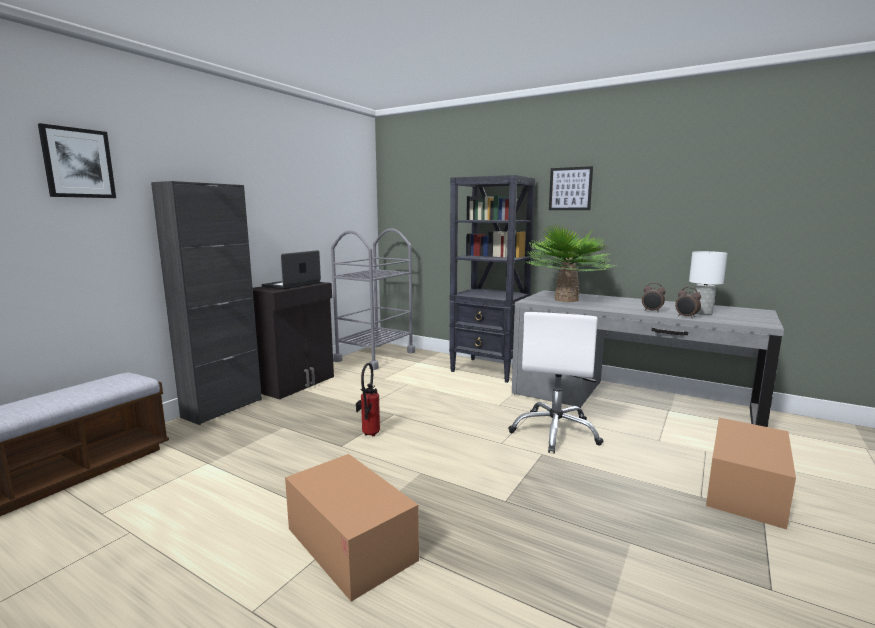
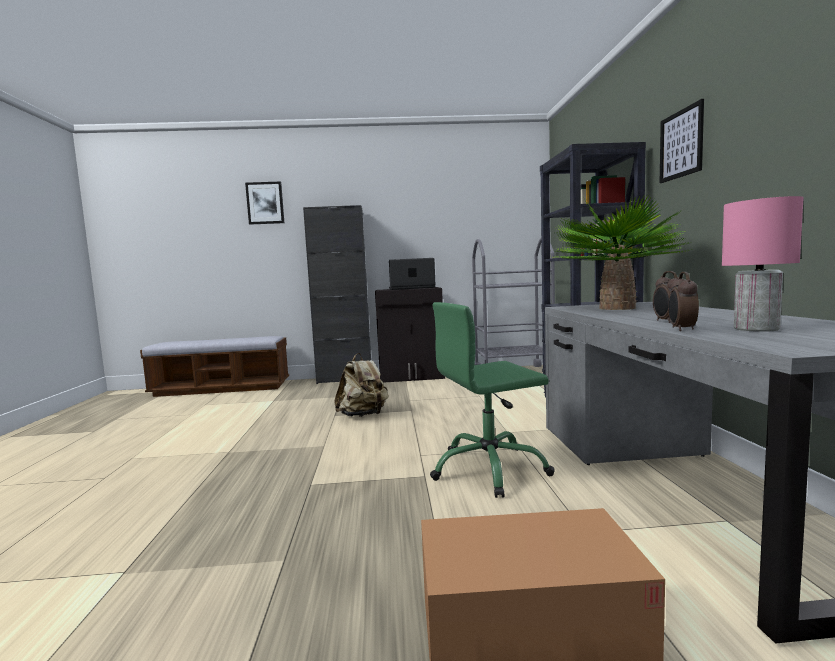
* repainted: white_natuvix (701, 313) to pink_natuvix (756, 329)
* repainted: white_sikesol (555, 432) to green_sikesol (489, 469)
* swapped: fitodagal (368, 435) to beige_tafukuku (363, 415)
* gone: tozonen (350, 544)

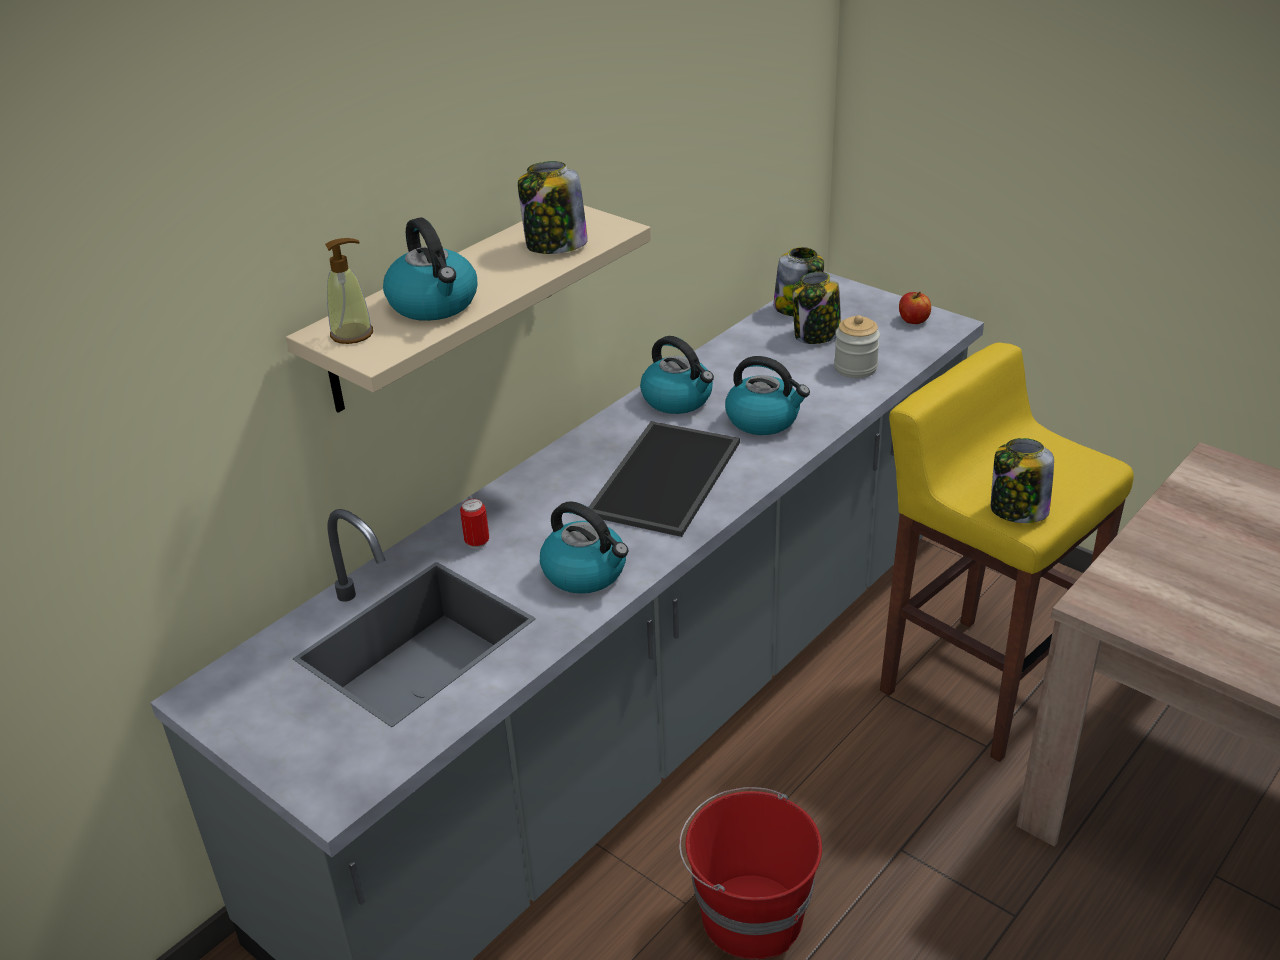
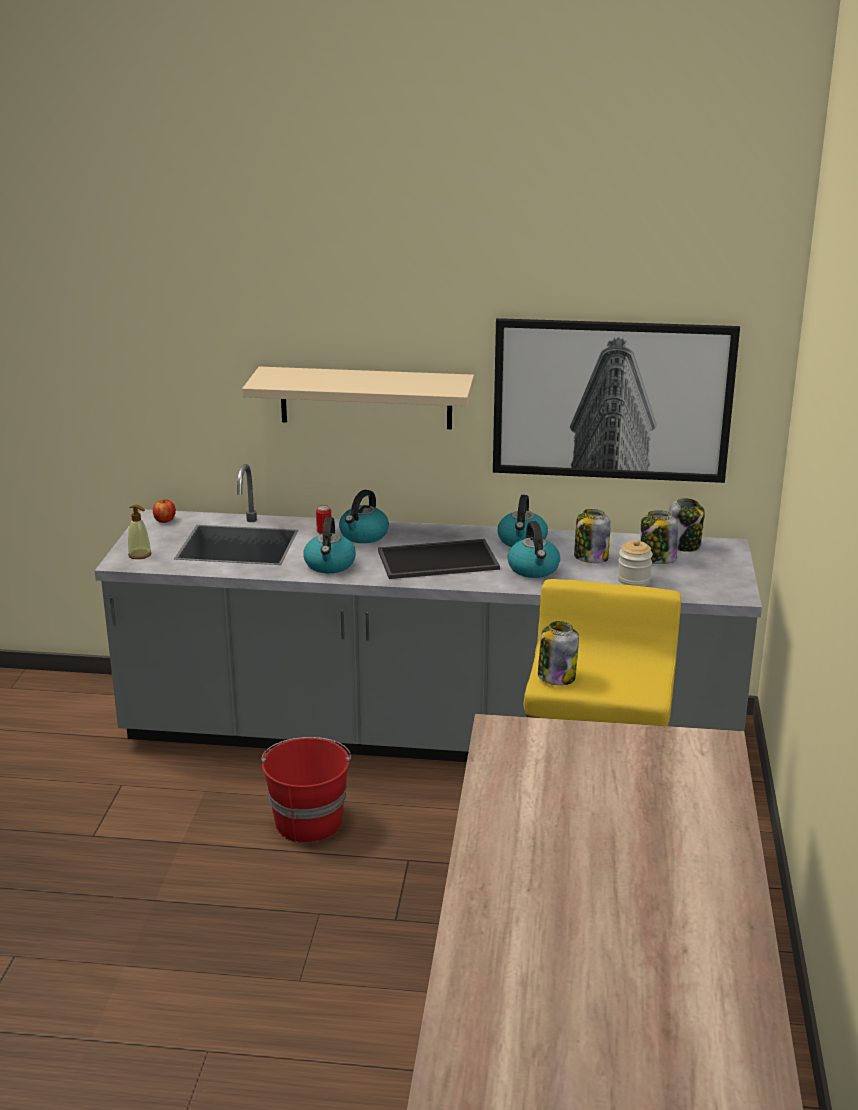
* shifted: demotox (555, 245) to (590, 557)
* shifted: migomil (434, 304) to (363, 535)
* shifted: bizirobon (352, 334) to (140, 555)
* shifted: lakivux (913, 320) to (164, 520)
* new: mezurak (612, 400)

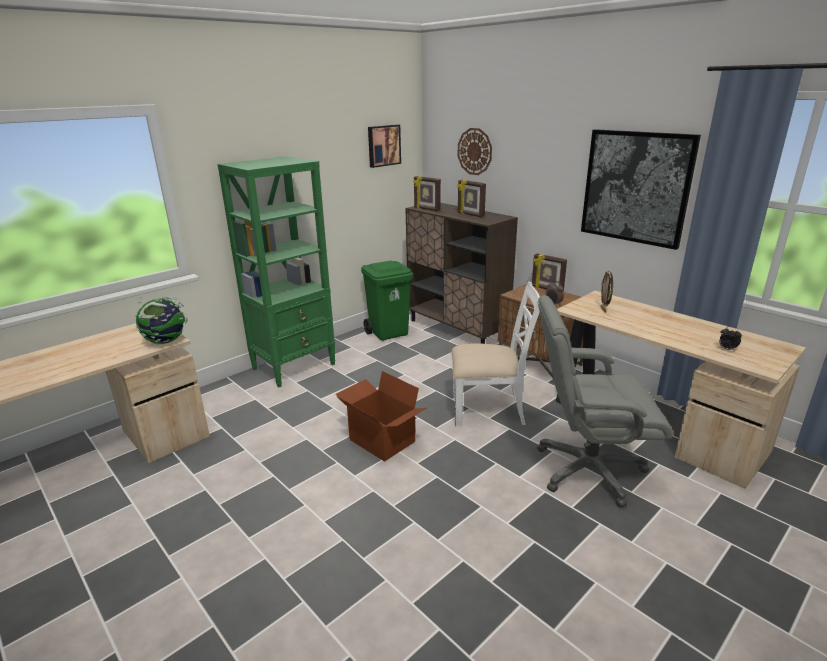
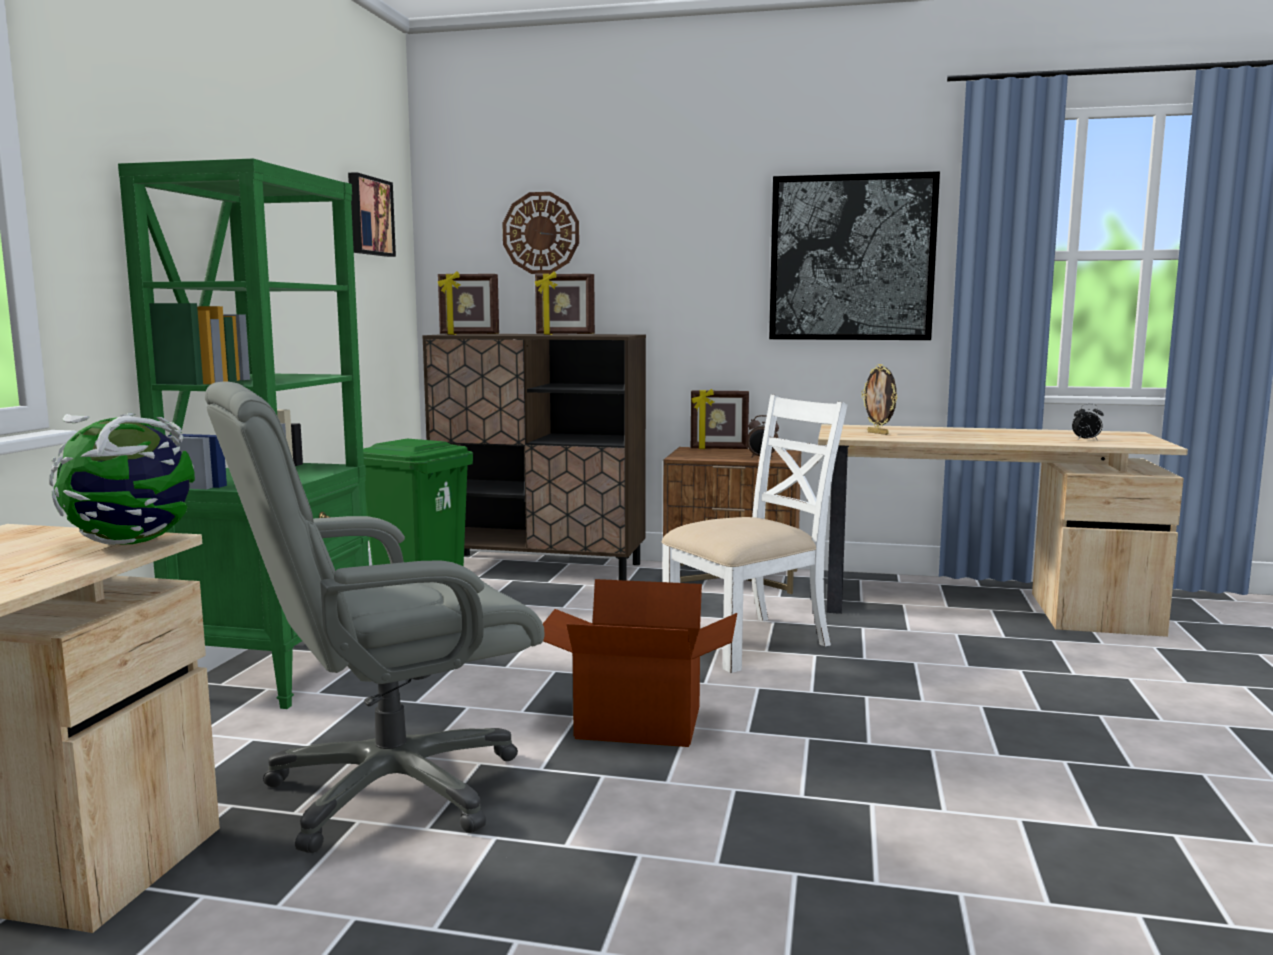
* shifted: grey_sikesol (588, 470) to (390, 789)

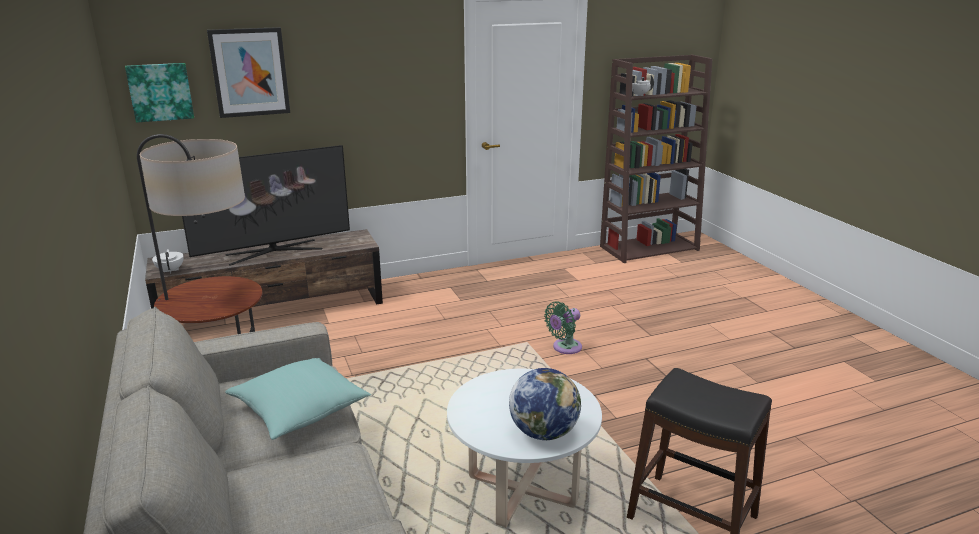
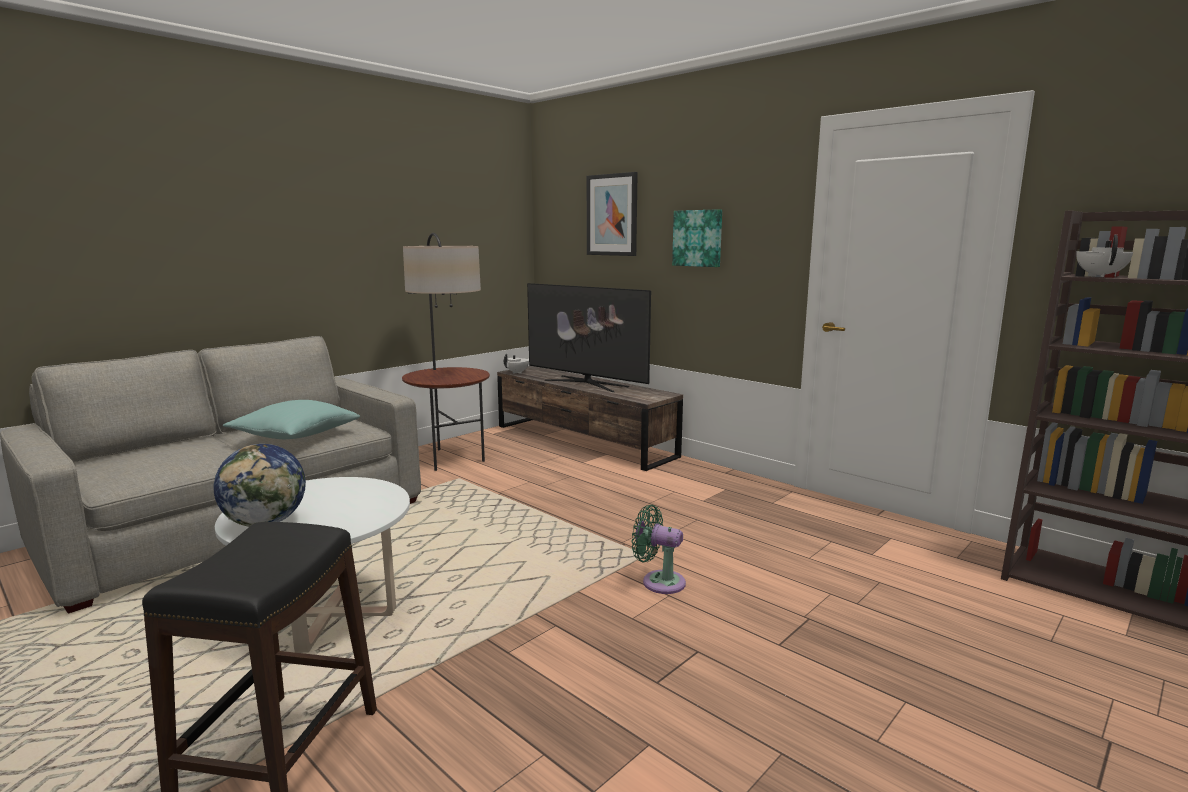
* shifted: mezurak (160, 92) to (698, 238)

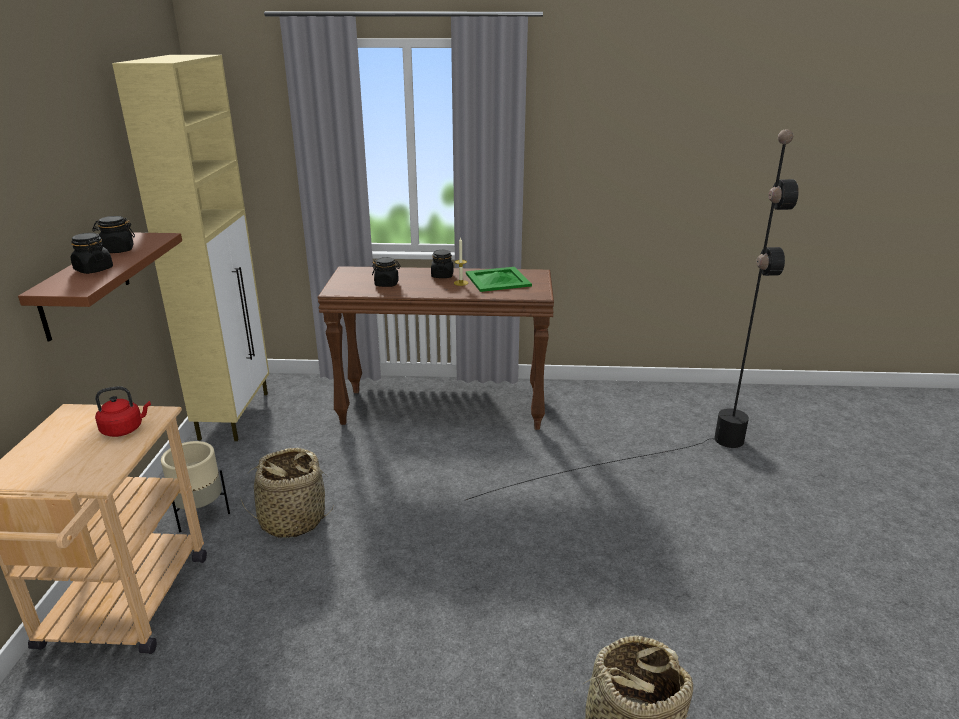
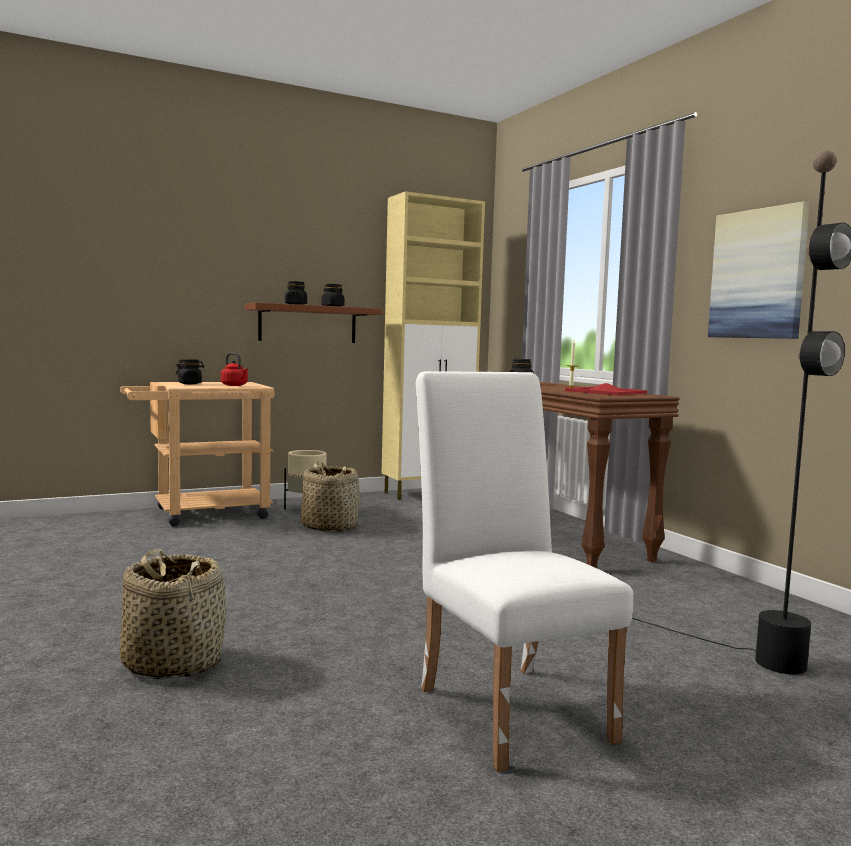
* shifted: black_demotox (442, 275) to (190, 384)
* repainted: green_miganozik (497, 280) to red_miganozik (605, 392)
* new: mezurak (758, 274)
* new: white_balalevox (508, 705)

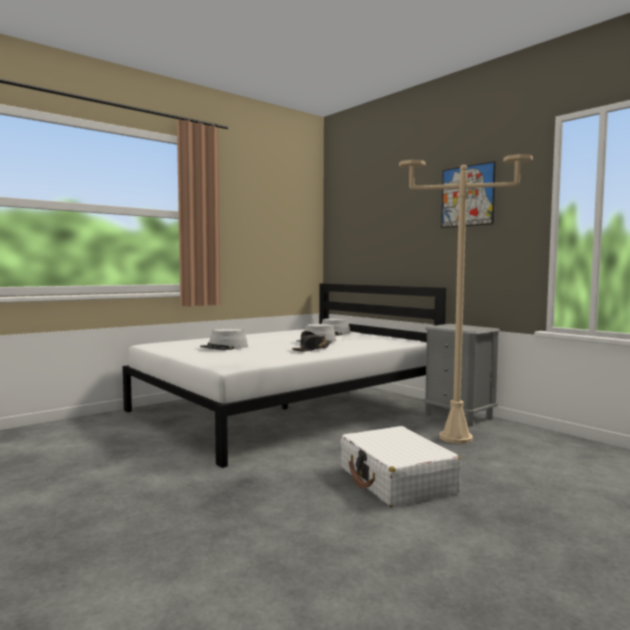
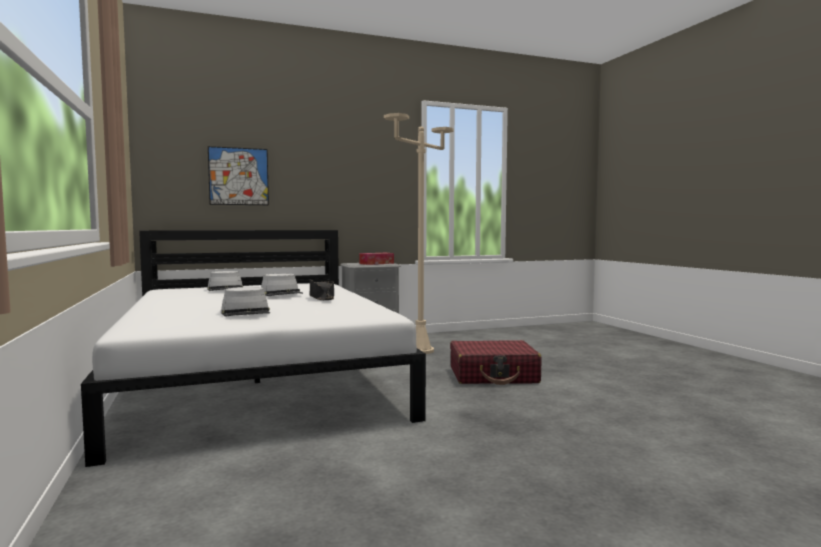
* shifted: mezurak (467, 196) to (238, 176)
* repainted: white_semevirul (396, 480) to red_semevirul (493, 375)
* new: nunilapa (376, 263)

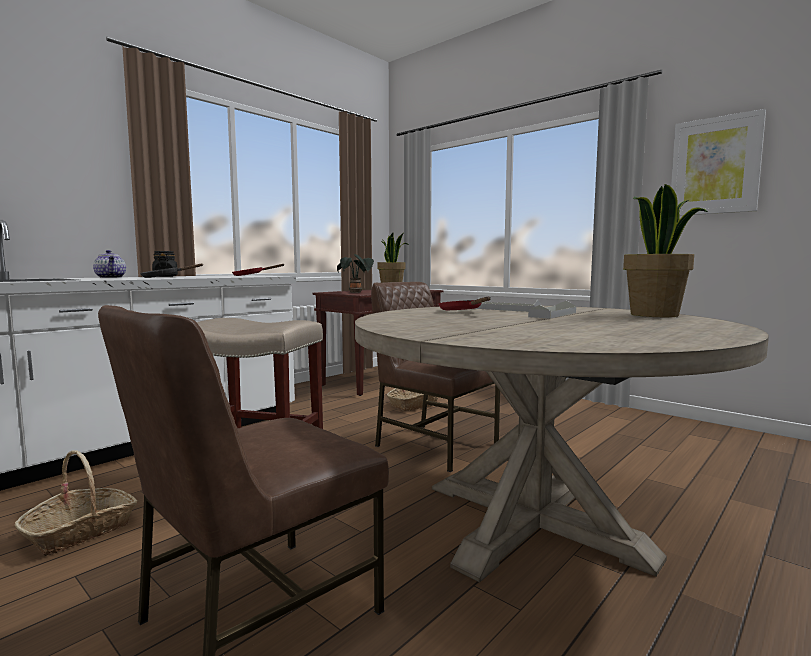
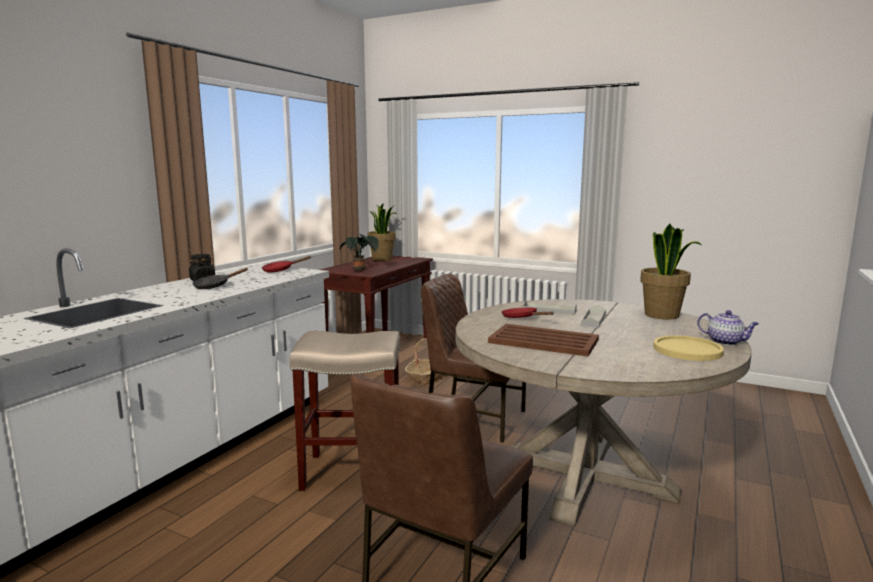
* gone: mezurak (715, 166)
* shifted: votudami (111, 277) to (726, 342)
* gone: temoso (81, 531)
* new: brown_miganozik (542, 341)
* new: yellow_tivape (687, 350)

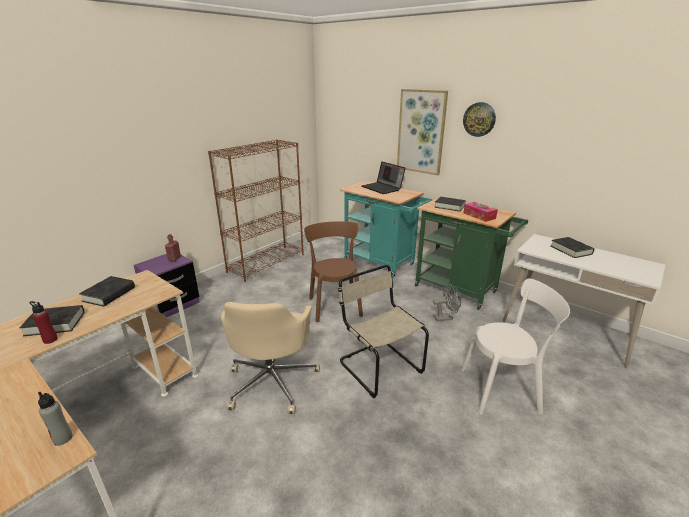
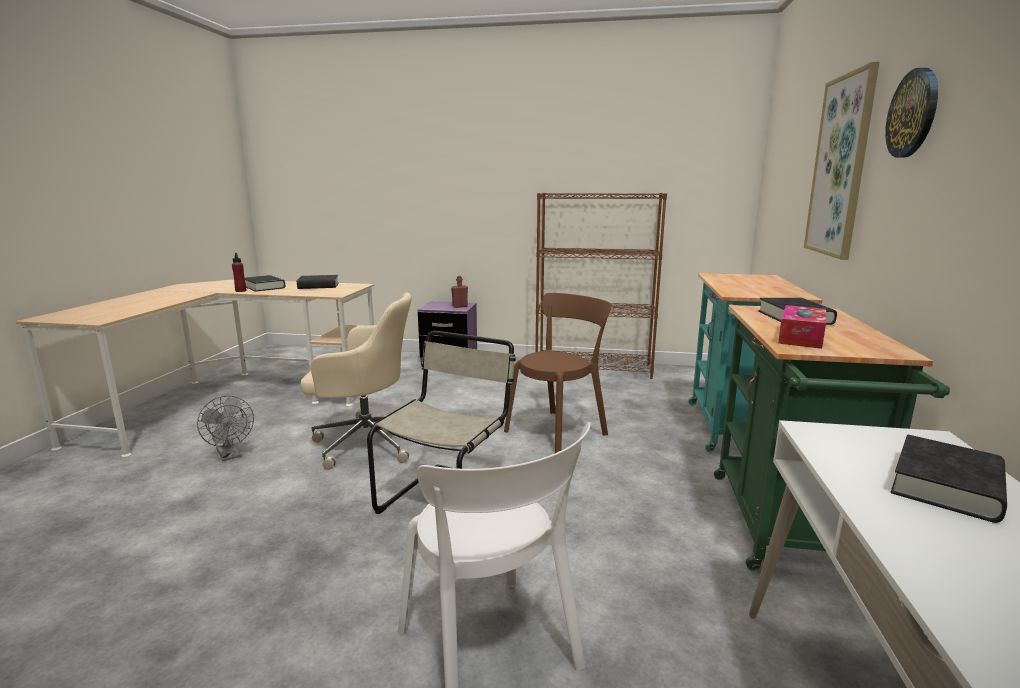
* gone: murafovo (383, 188)
* shifted: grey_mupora (445, 317) to (231, 455)
* rotated: beige_sikesol (272, 381) = (366, 441) 150 degrees counterclockwise
* gone: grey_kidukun (63, 438)

